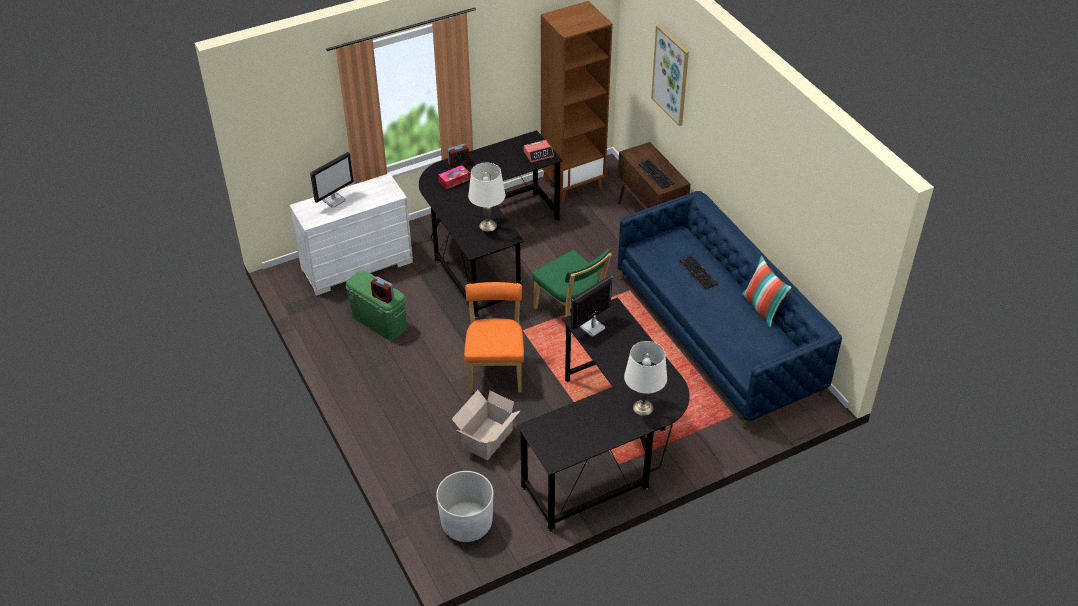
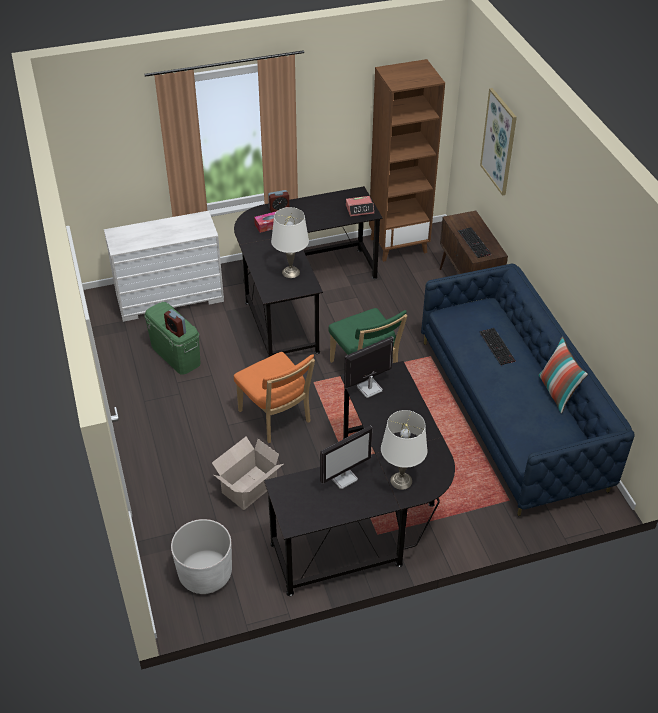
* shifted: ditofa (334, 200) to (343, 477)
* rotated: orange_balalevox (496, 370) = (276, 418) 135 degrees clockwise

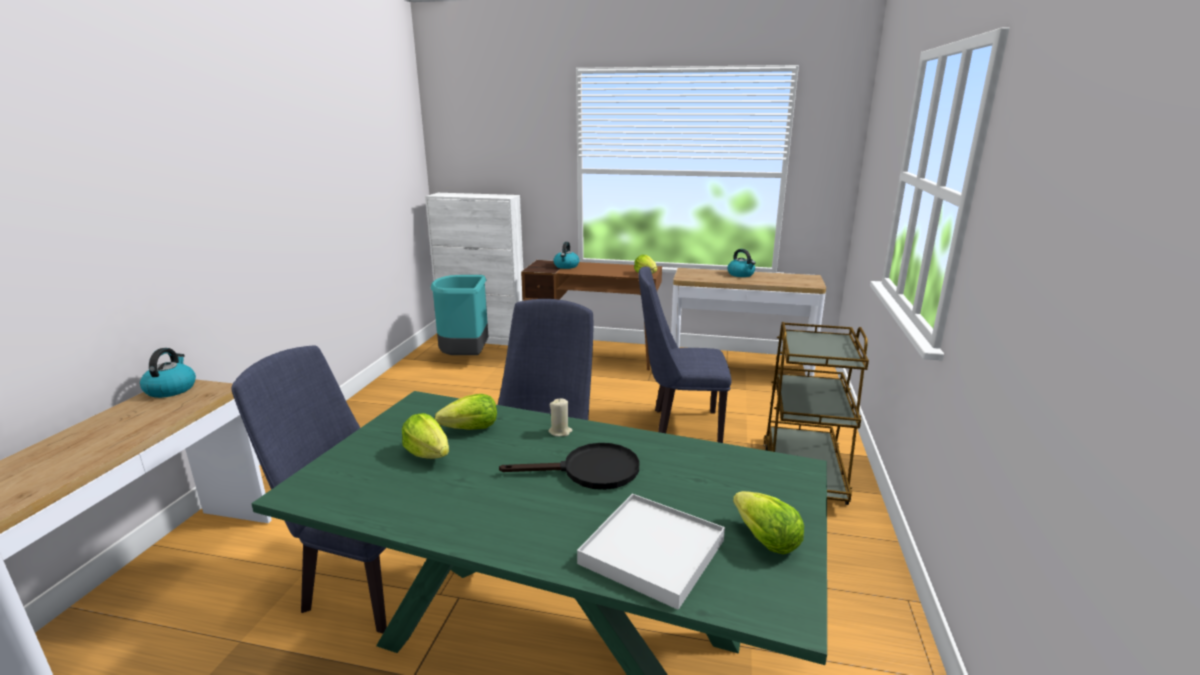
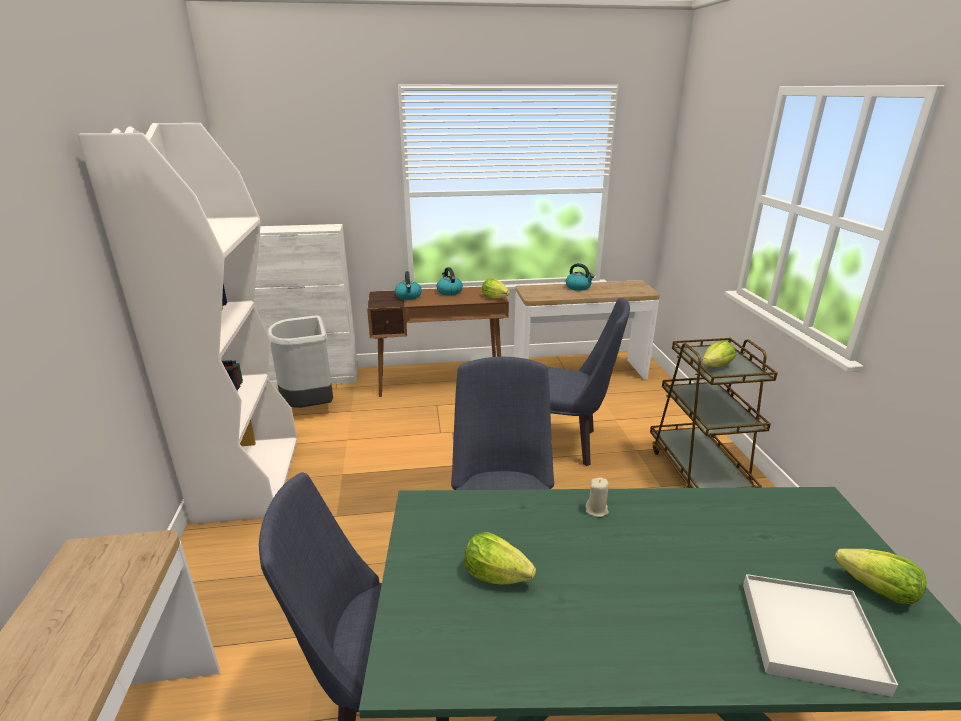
* rotated: blue_balalevox (679, 426) = (569, 444) 150 degrees counterclockwise
* repainted: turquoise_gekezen (465, 358) to grey_gekezen (310, 407)
* shifted: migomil (171, 389) to (449, 291)
* shifted: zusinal (471, 429) to (716, 366)
* gone: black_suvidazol (590, 471)
* new: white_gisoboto (249, 477)

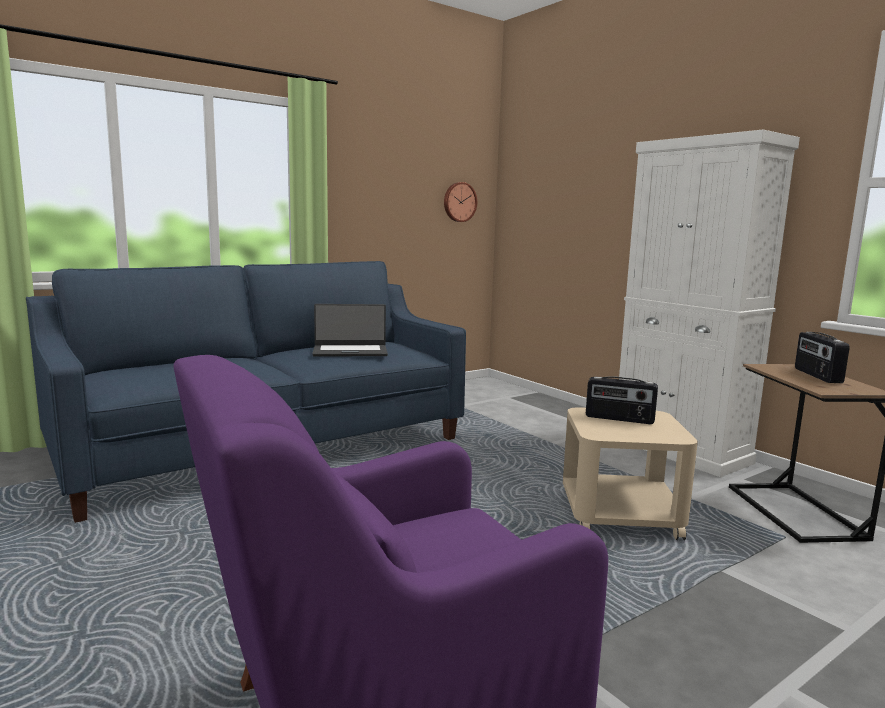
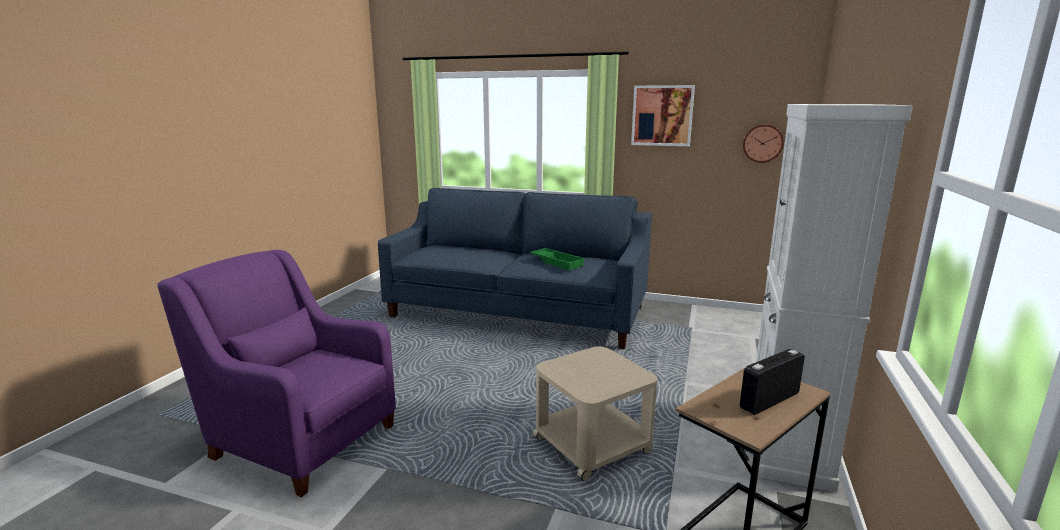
* swapped: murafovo (350, 351) to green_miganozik (557, 262)
* gone: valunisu (619, 419)
* new: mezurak (662, 115)

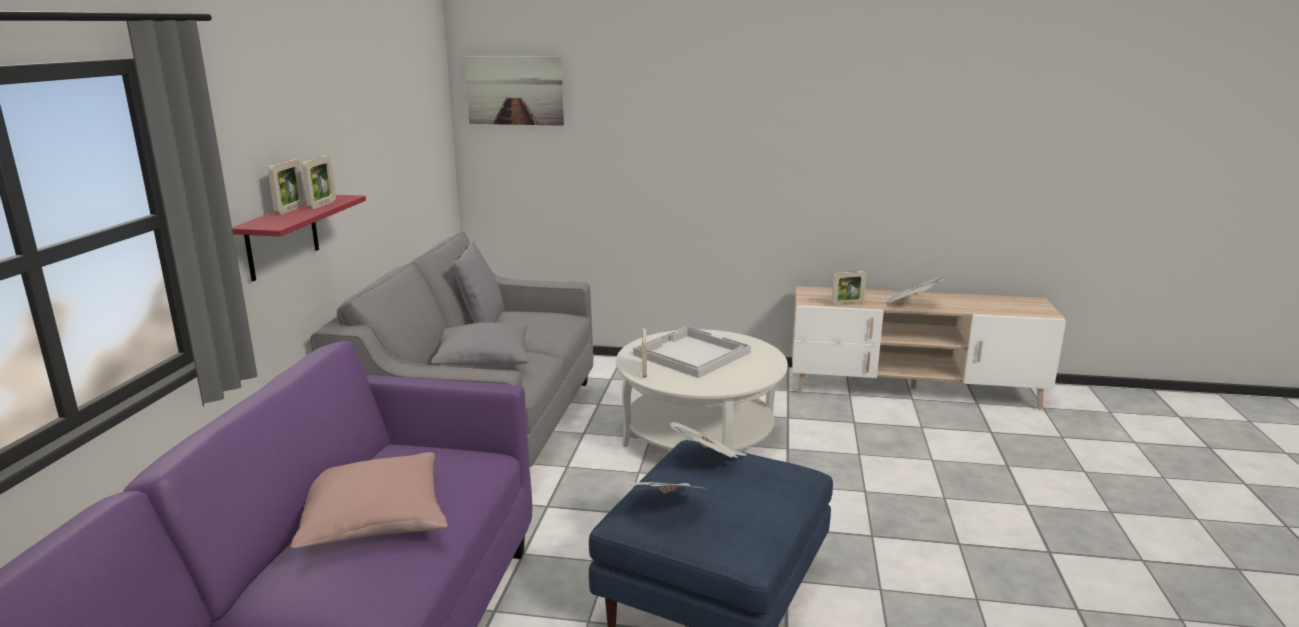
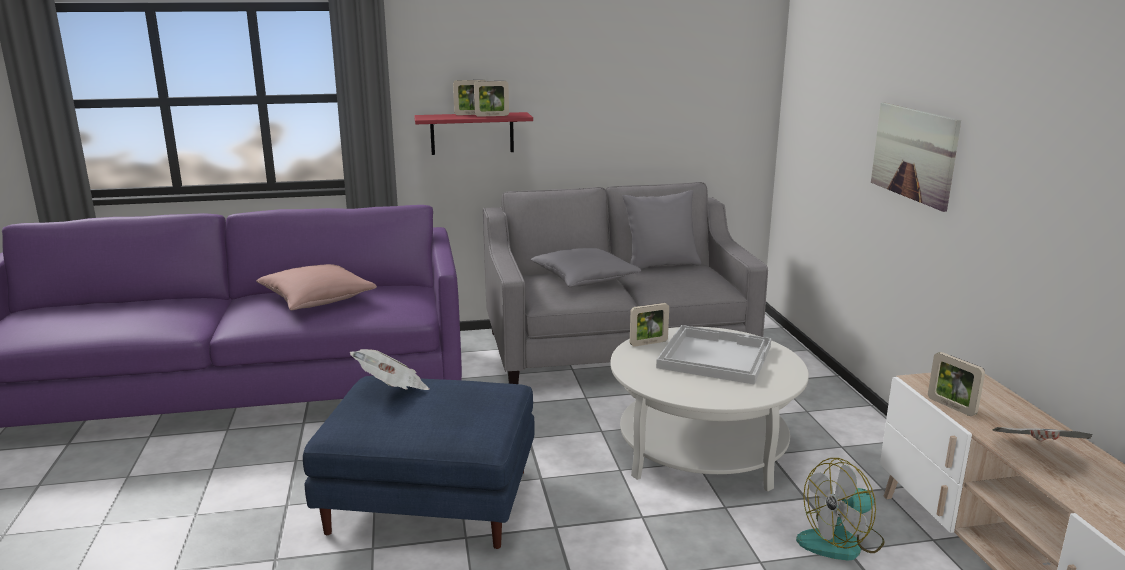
* shifted: mezurak (515, 90) to (914, 154)
* gone: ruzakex (708, 459)
* new: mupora (841, 542)

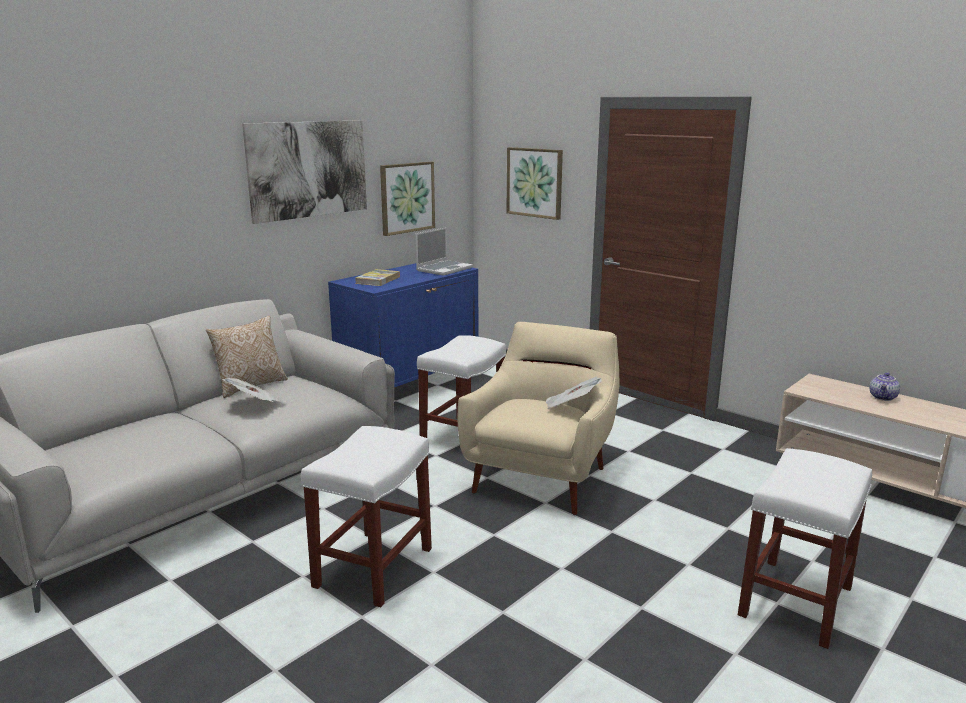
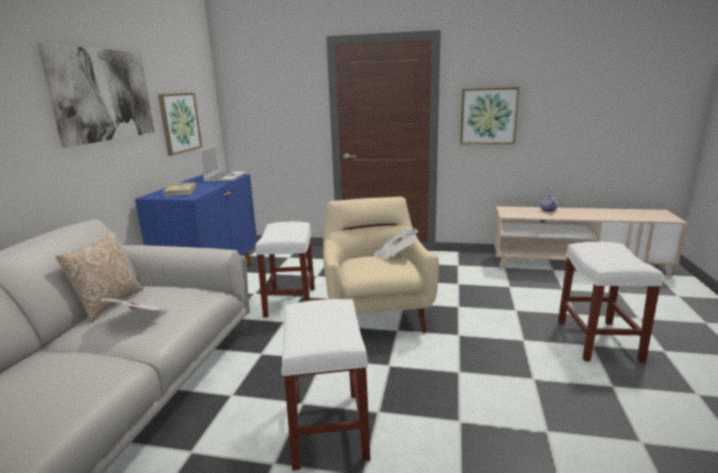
* shifted: mezurak (535, 182) to (488, 116)

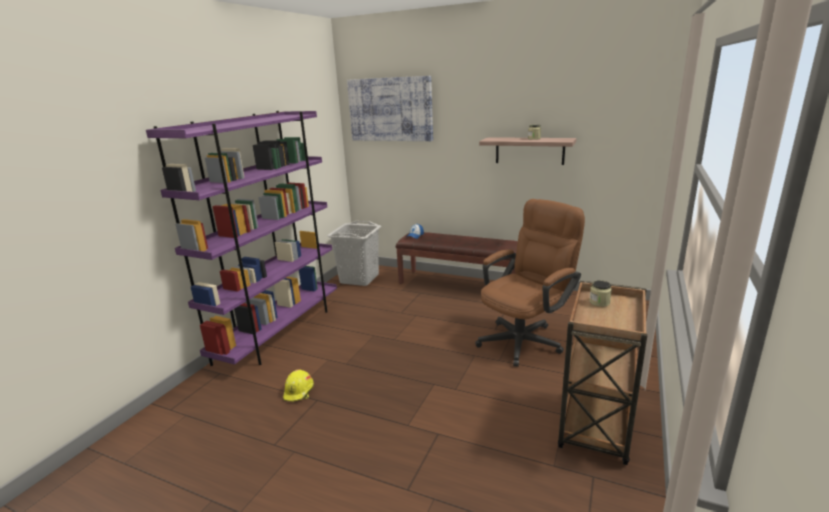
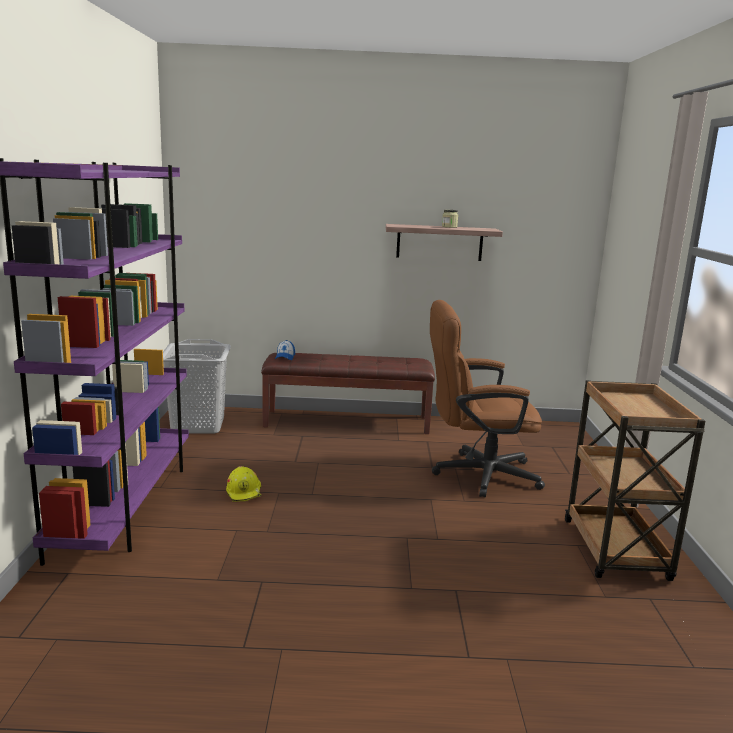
* gone: mezurak (391, 109)
* rotated: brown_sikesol (525, 339) = (476, 474) 120 degrees counterclockwise
* gone: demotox (599, 302)
* shifted: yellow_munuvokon (299, 391) to (244, 492)

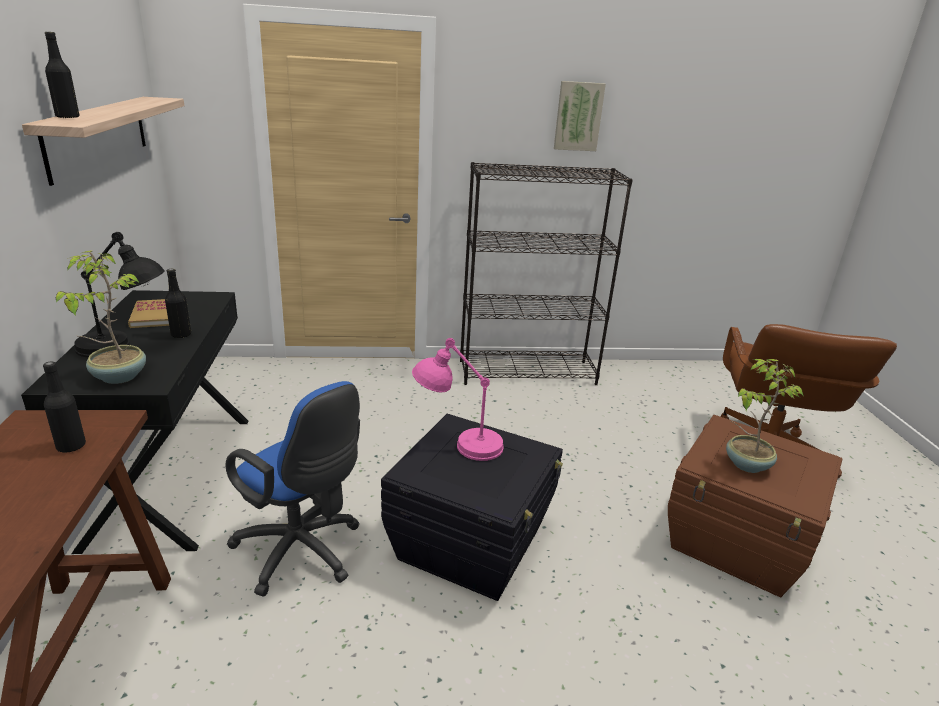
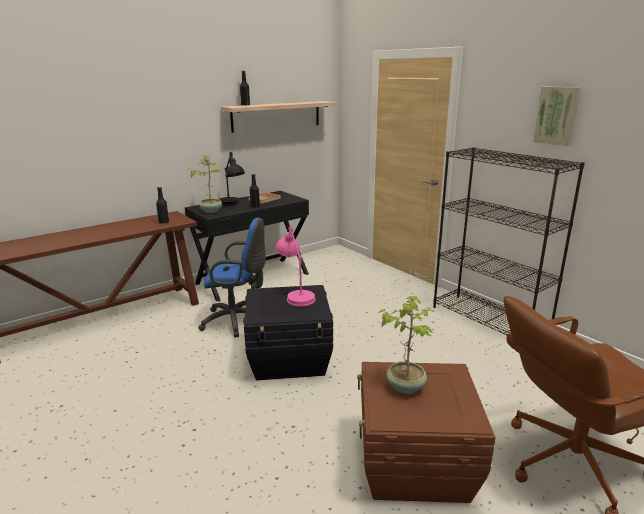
* rotated: blue_sikesol (302, 553) = (237, 321) 90 degrees counterclockwise

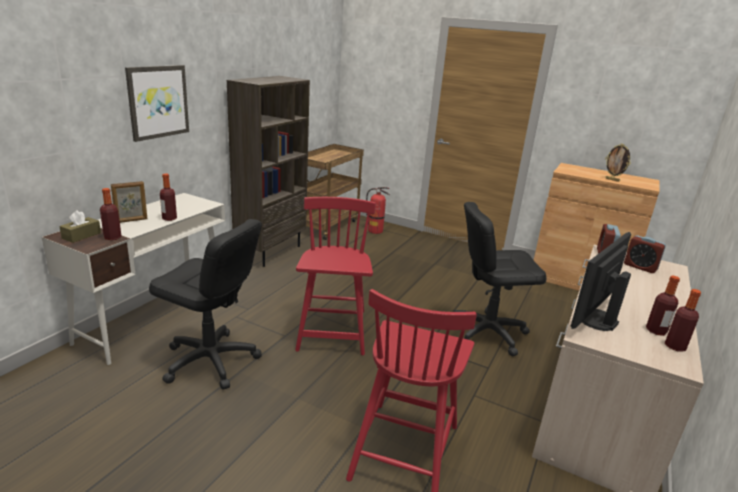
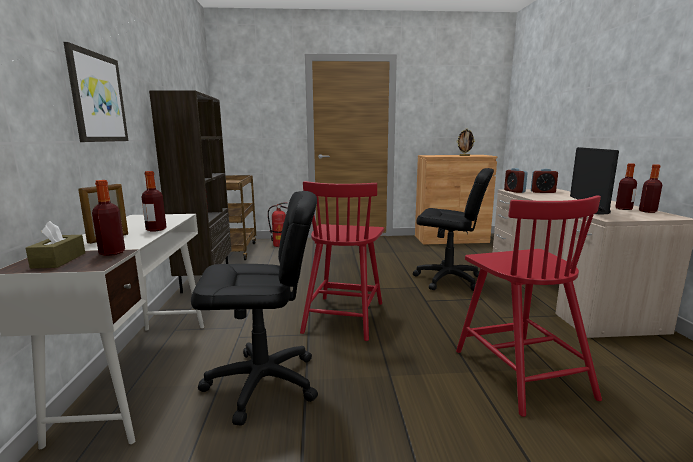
* rotated: red_balalevox (332, 331) = (344, 316) 135 degrees counterclockwise
* rotated: black_sikesol (487, 332) = (448, 280) 120 degrees counterclockwise

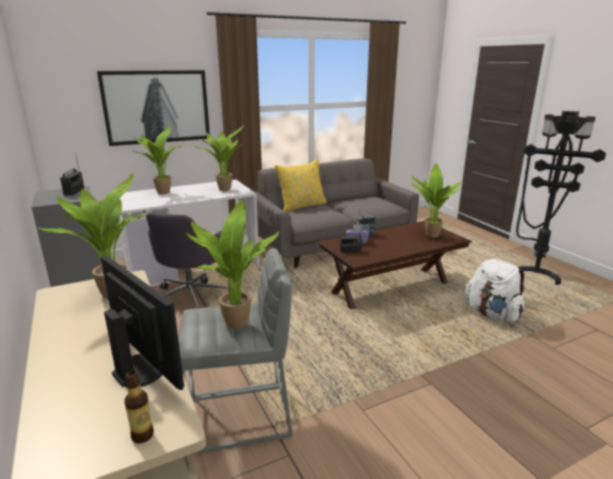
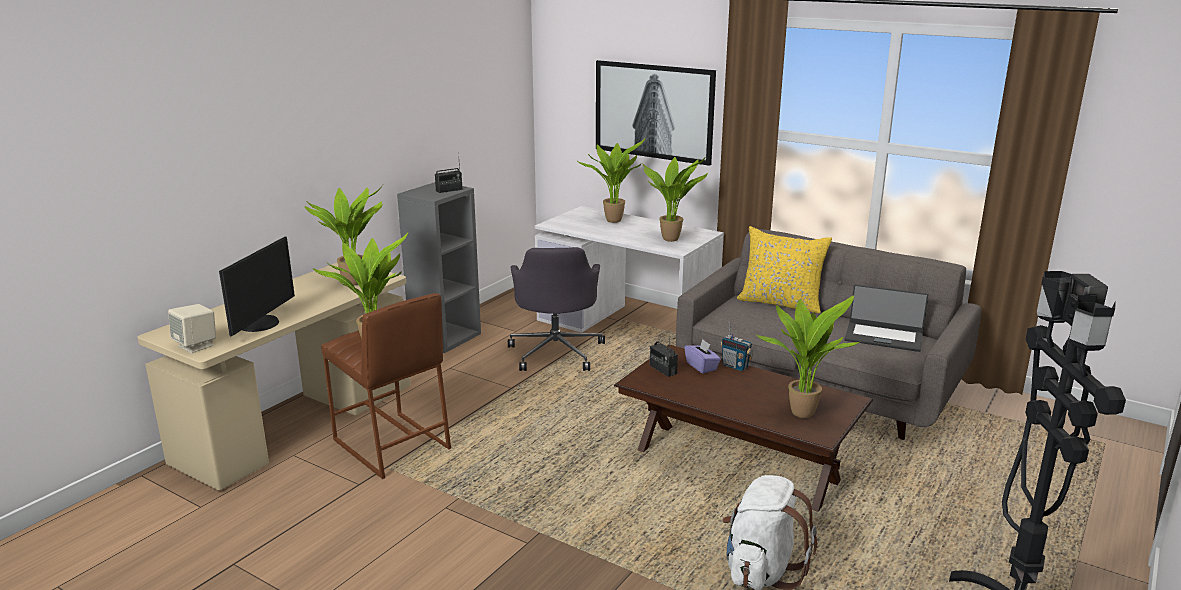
* rotated: grey_sikesol (192, 297) = (556, 352) 75 degrees counterclockwise
* repainted: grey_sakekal (240, 416) to brown_sakekal (391, 445)
* swapped: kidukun (142, 435) to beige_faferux (196, 345)
* new: murafovo (883, 337)

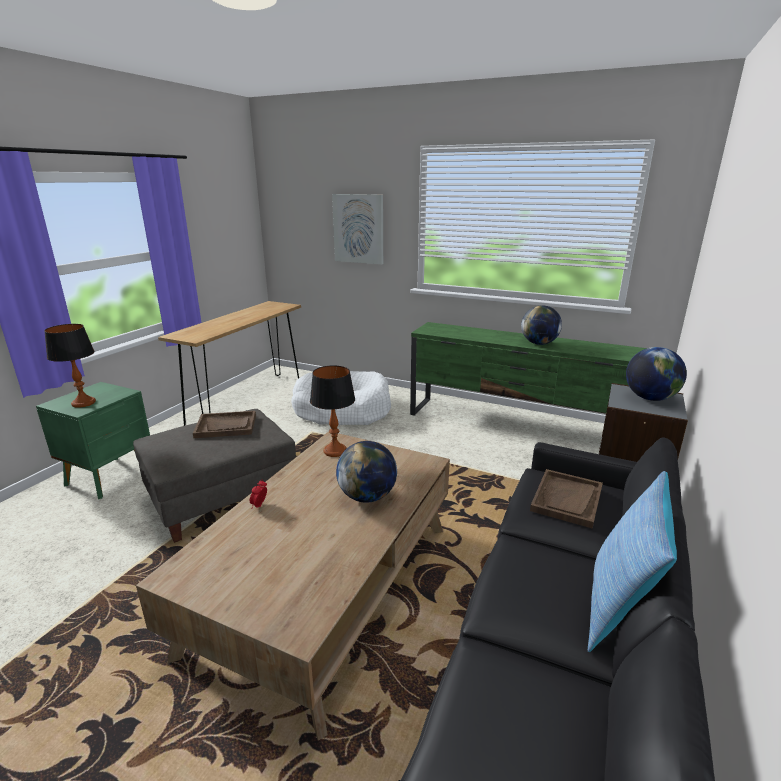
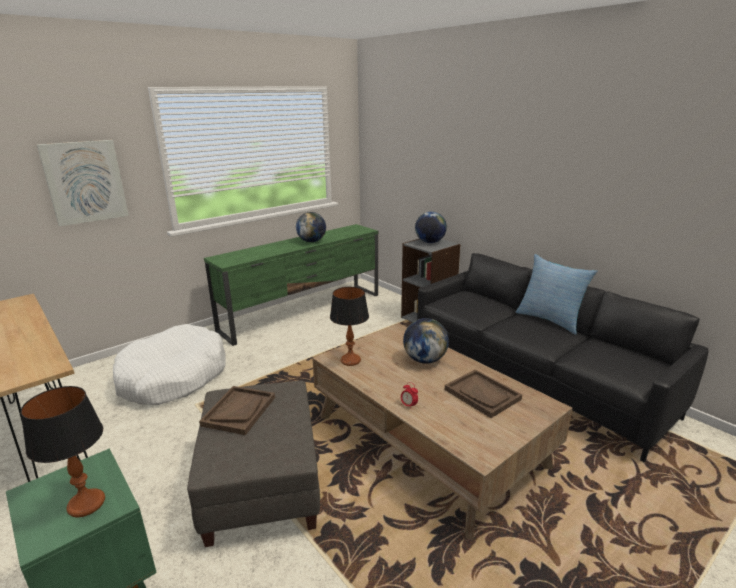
* shifted: brown_miganozik (567, 499) to (482, 394)

